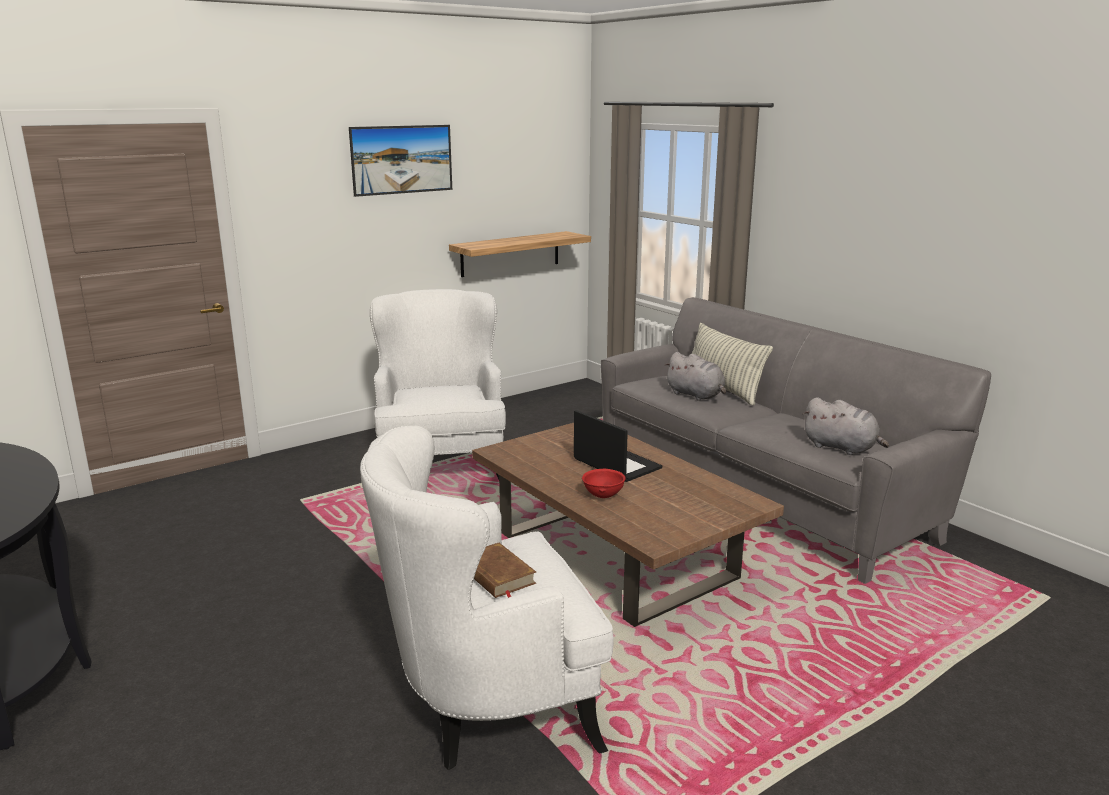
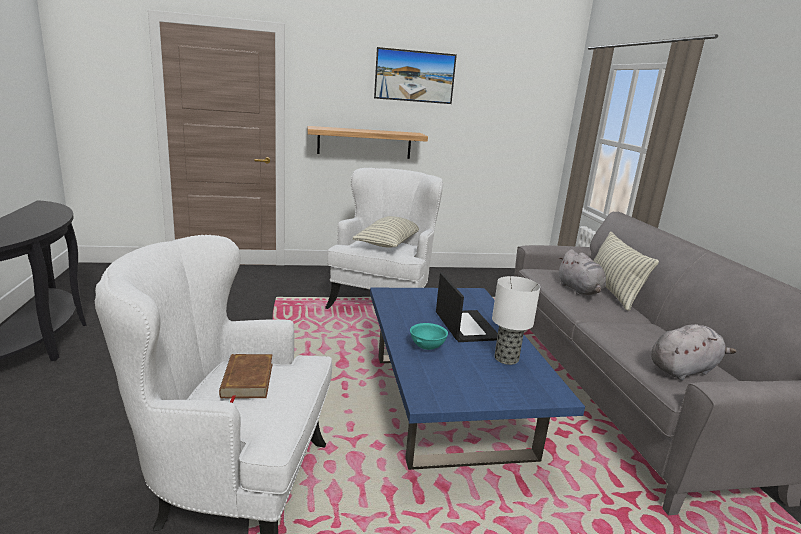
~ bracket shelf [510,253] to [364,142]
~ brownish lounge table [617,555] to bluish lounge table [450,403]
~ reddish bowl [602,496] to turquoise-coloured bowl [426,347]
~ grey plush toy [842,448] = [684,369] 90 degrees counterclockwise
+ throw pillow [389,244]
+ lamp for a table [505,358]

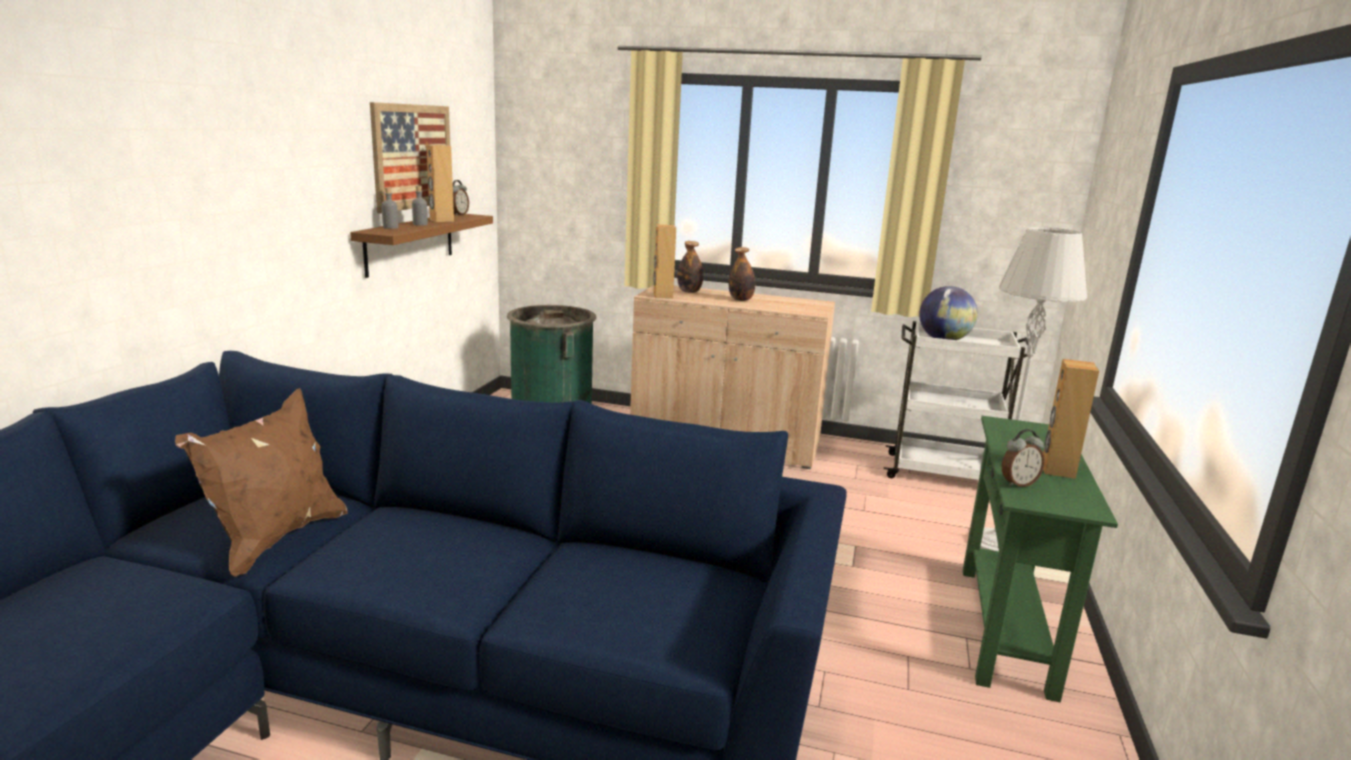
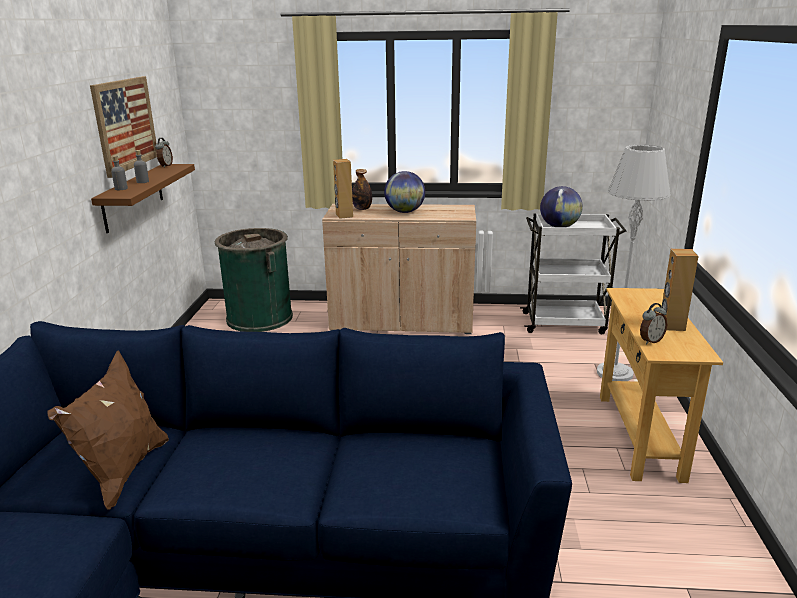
- brownish audio speaker [441,220]
~ bottle [741,300] to desk globe [405,212]
~ green-coloured console table [1005,628] to beige-coloured console table [639,435]

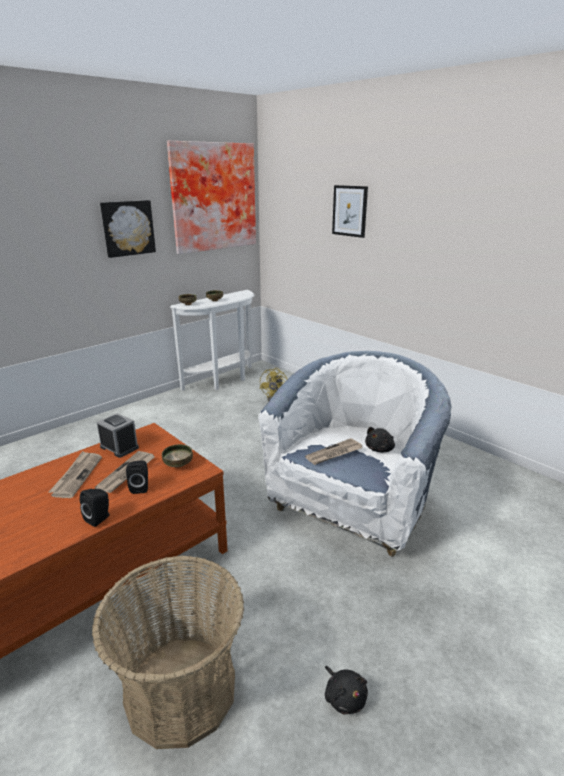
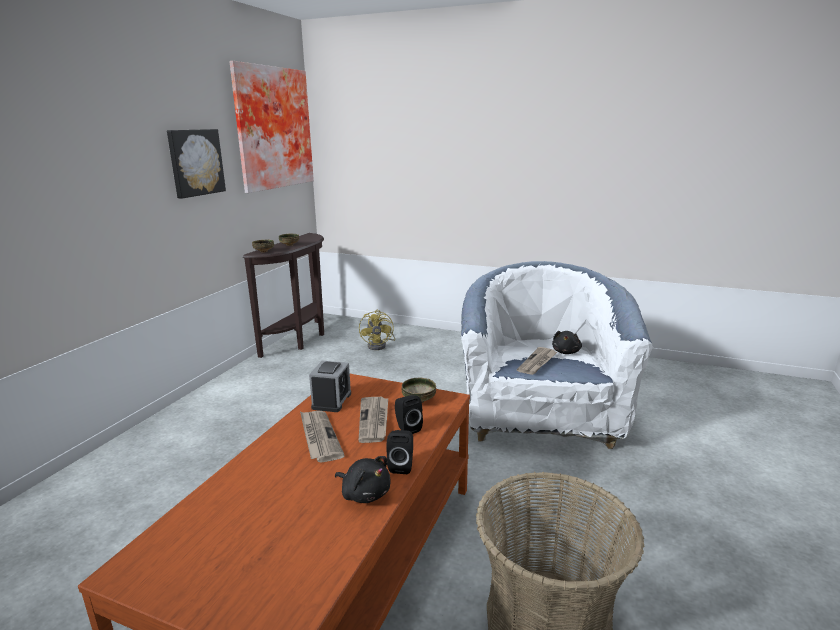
~ alarm clock [119,447] = [331,401] 90 degrees clockwise
~ white-coloured console table [224,380] to brownish console table [301,339]
~ black plush toy [344,697] to [364,493]
- wall art [350,211]

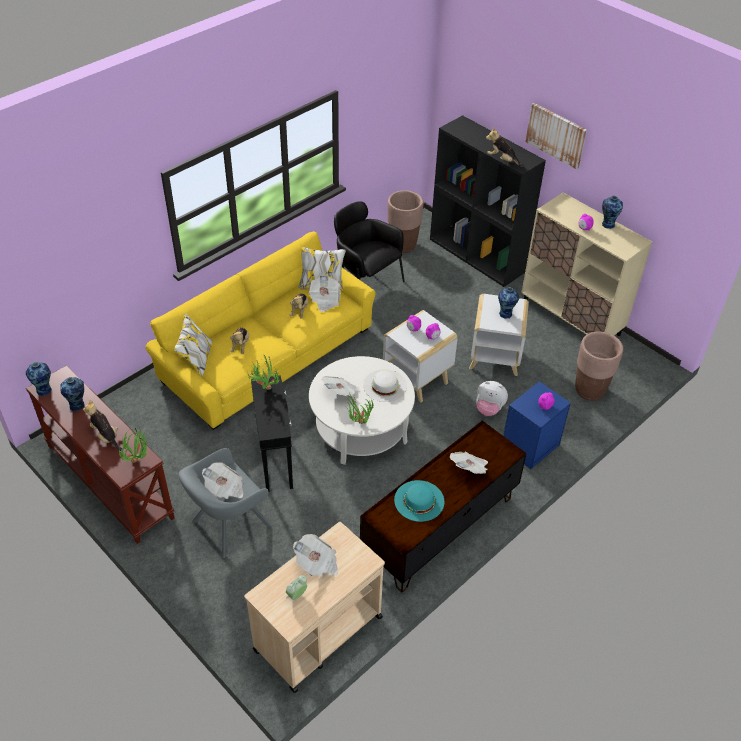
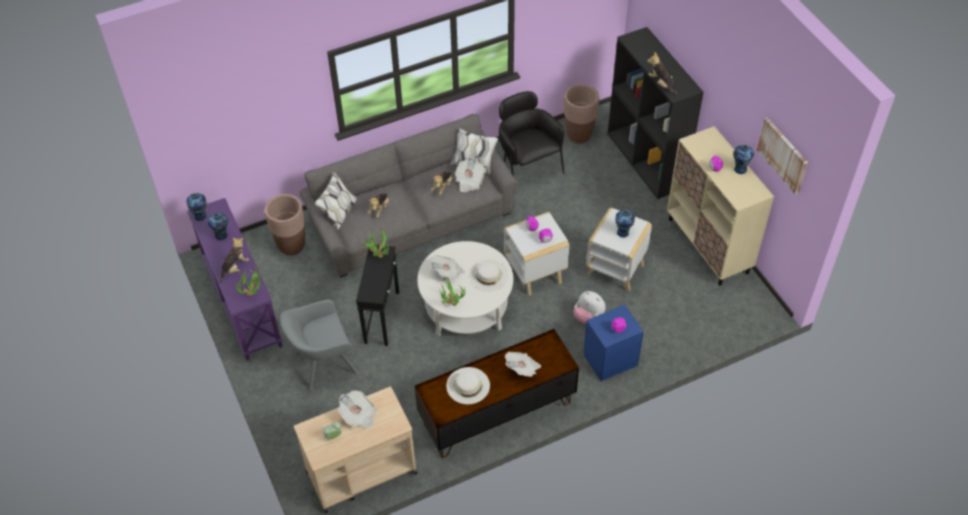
~ brownish console table [108,481] to purple console table [241,302]
~ plush toy [106,436] = [235,268] 60 degrees clockwise
~ yellow-coloured couch [267,354] to grey couch [412,218]
- daily paper [225,488]
~ turquoise-coloured clothing hat [419,500] to white-coloured clothing hat [468,385]
~ wall art [556,135] to [783,155]
~ brownish flower pot [589,390] to [291,245]

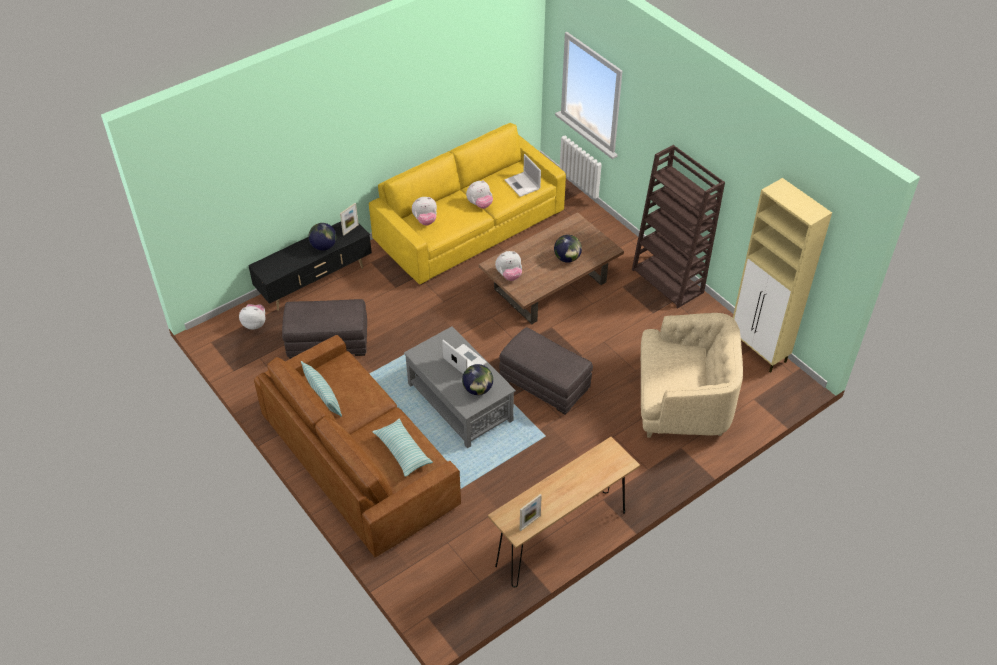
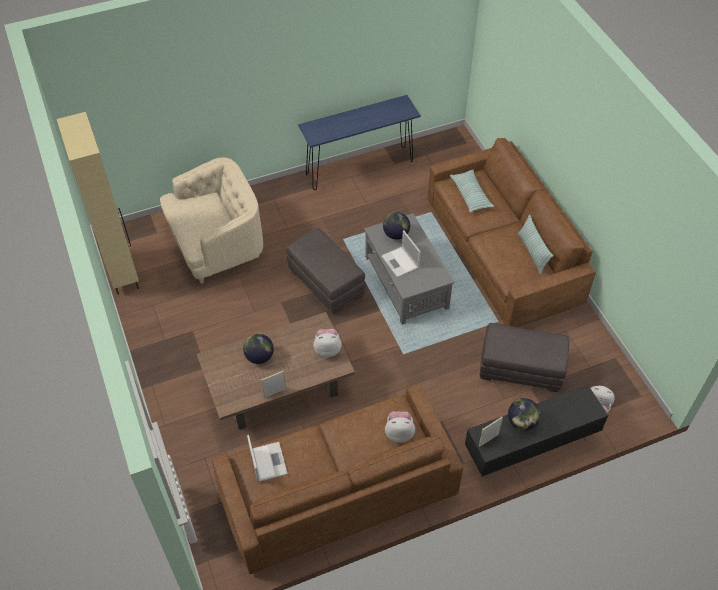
~ yellow-coloured couch [469,226] to brownish couch [337,490]
- plush toy [480,204]
~ brownish console table [561,538] to bluish console table [359,168]
~ photo frame [530,523] to [274,393]
- brownish bookcase [668,281]
~ beige-coloured lounge chair [682,401] = [216,243] 135 degrees clockwise

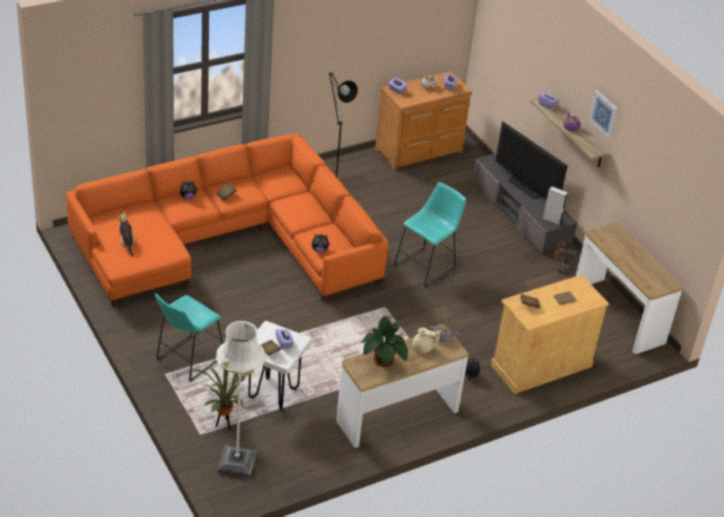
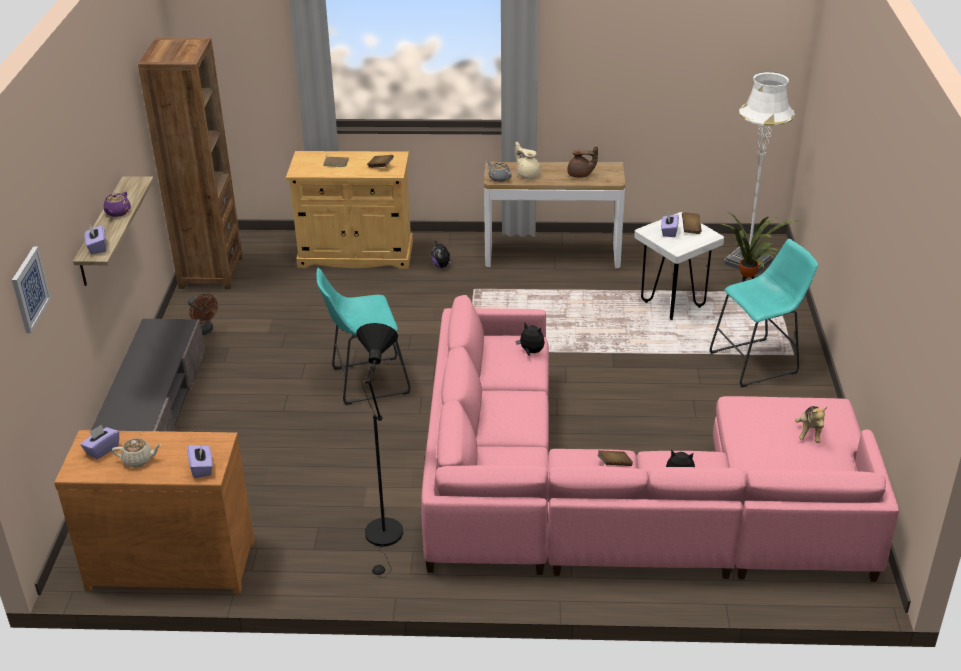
~ orange couch [227,242] to pink-coloured couch [620,496]
~ plant in a pot [383,361] to brownish teapot [580,175]
- TV [526,187]
- grey audio speaker [552,220]
~ console table [618,315] to brownish bookcase [210,272]
~ wall art [603,114] to [29,289]

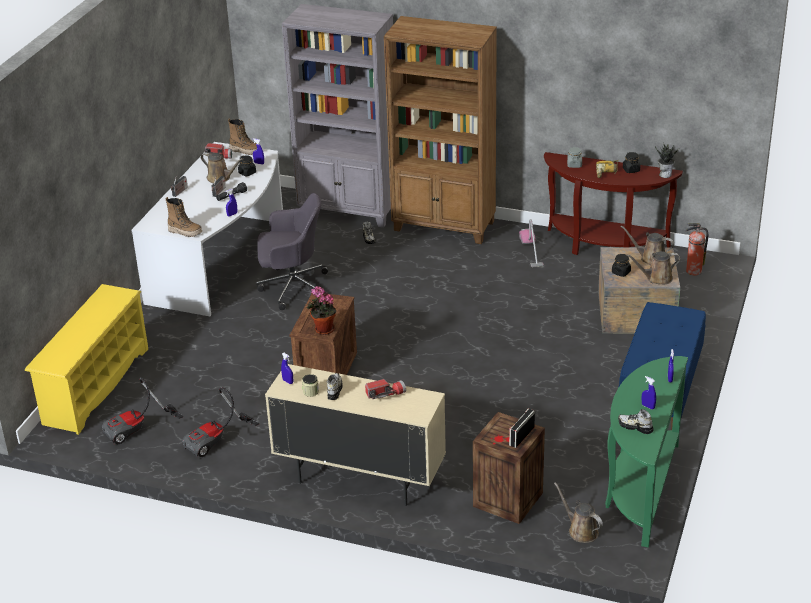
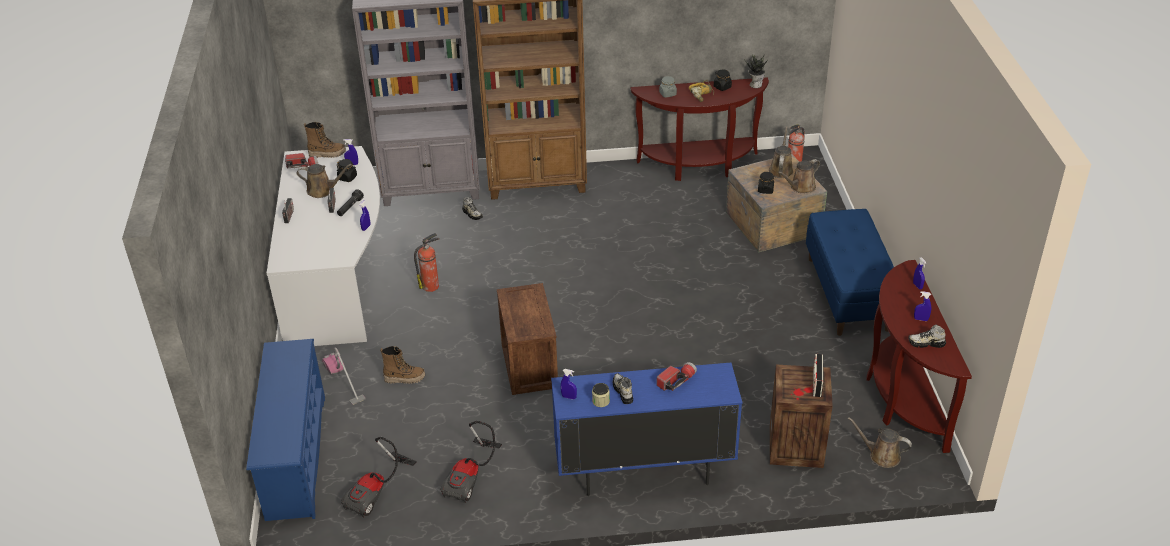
~ yellow-coloured shoe stand [95,385] to bluish shoe stand [294,456]
~ boot [185,232] to [404,378]
~ grey office chair [292,287] to fire-fighting cylinder [431,286]
~ beige-coloured storage cabinet [359,479] to bluish storage cabinet [644,472]
- plant in a pot [322,330]
~ vacuum [531,251] to [344,381]
~ green-coloured console table [640,490] to brownish console table [902,397]
~ brownish watering pot [650,258] = [781,169] 105 degrees clockwise

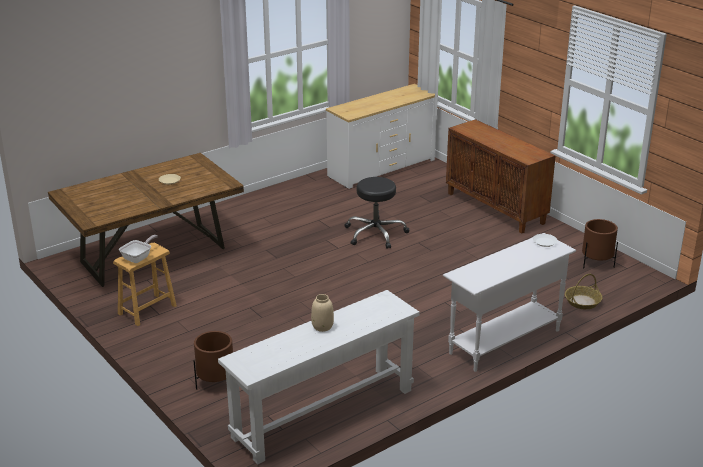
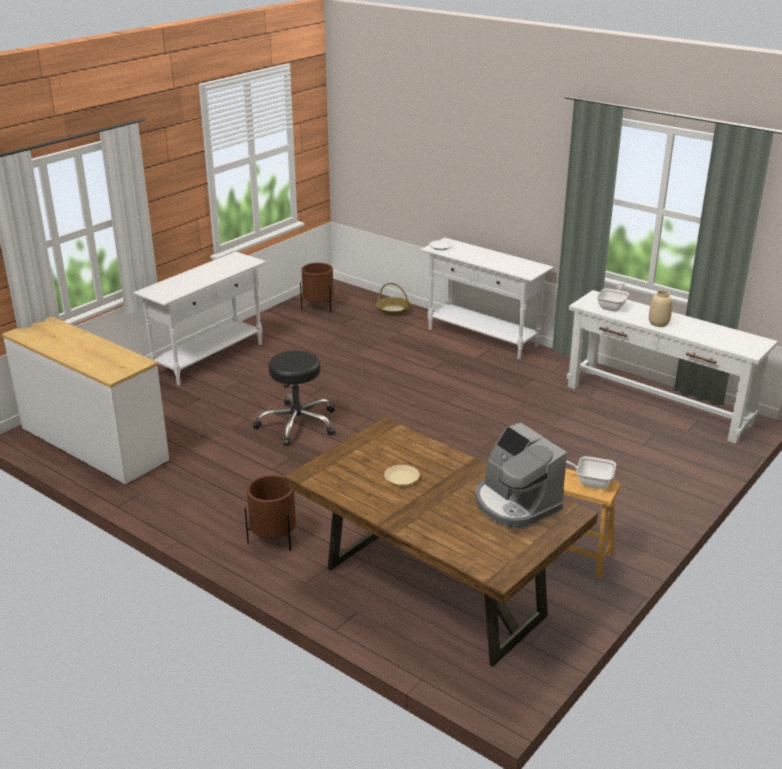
~ brownish flower pot [216,383] to [273,539]
~ brownish storage cabinet [496,208] to white-coloured console table [209,358]
+ coffee brewer [515,503]
+ pan [613,306]

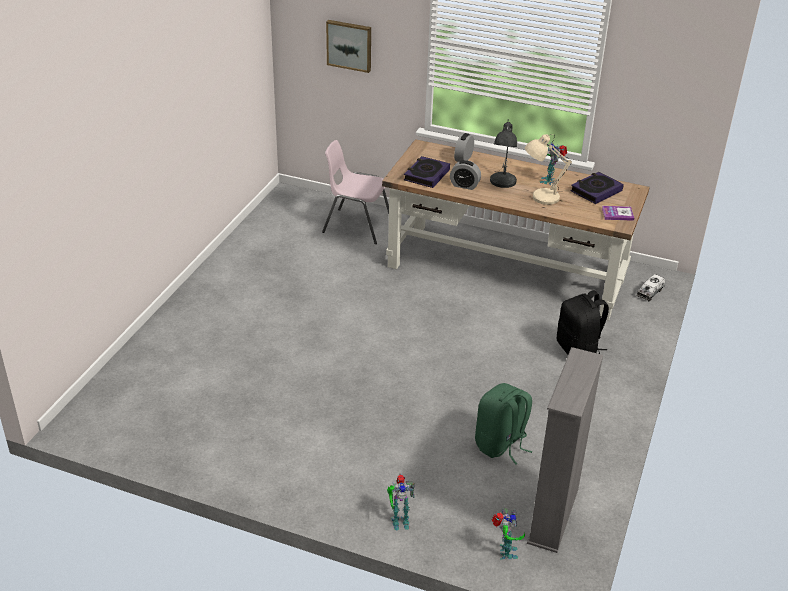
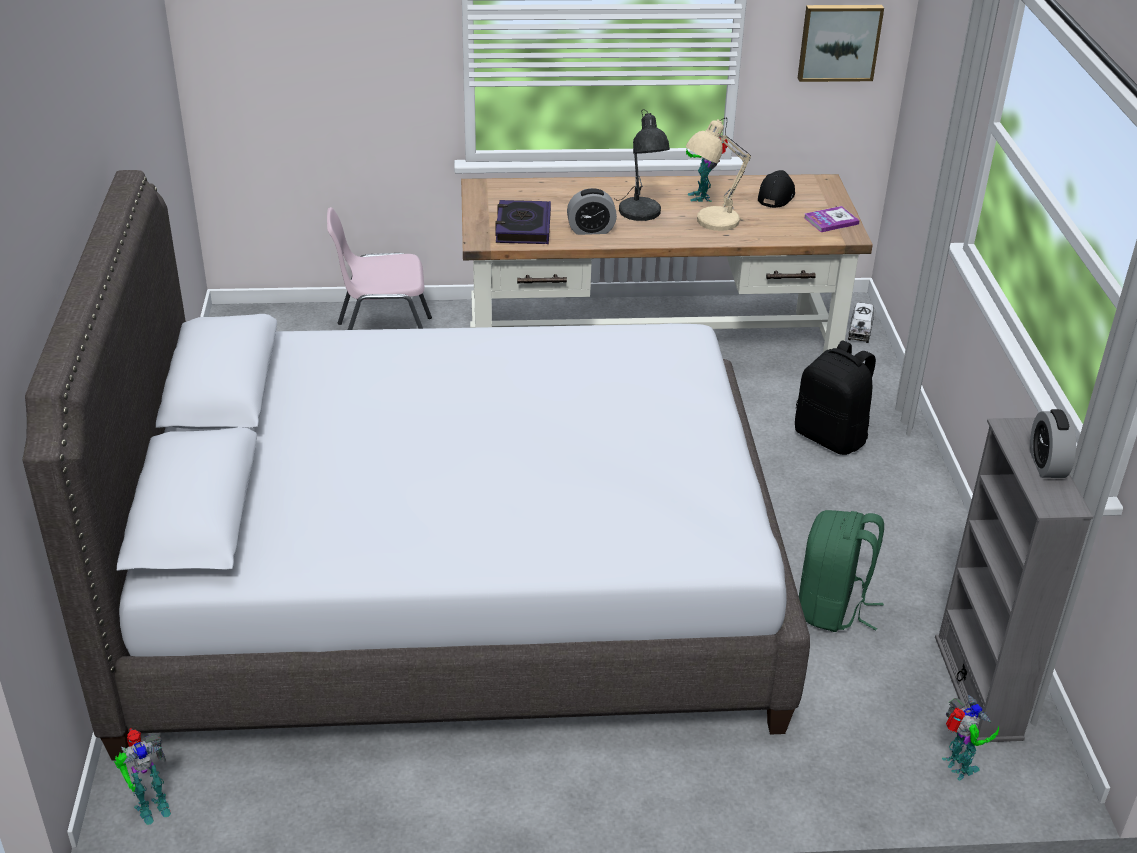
~ wall art [349,45] to [839,41]
~ toy robot [399,521] to [150,807]
~ alarm clock [463,158] to [1046,465]
~ book [596,191] to black cap [776,196]
+ grey bed [451,587]

